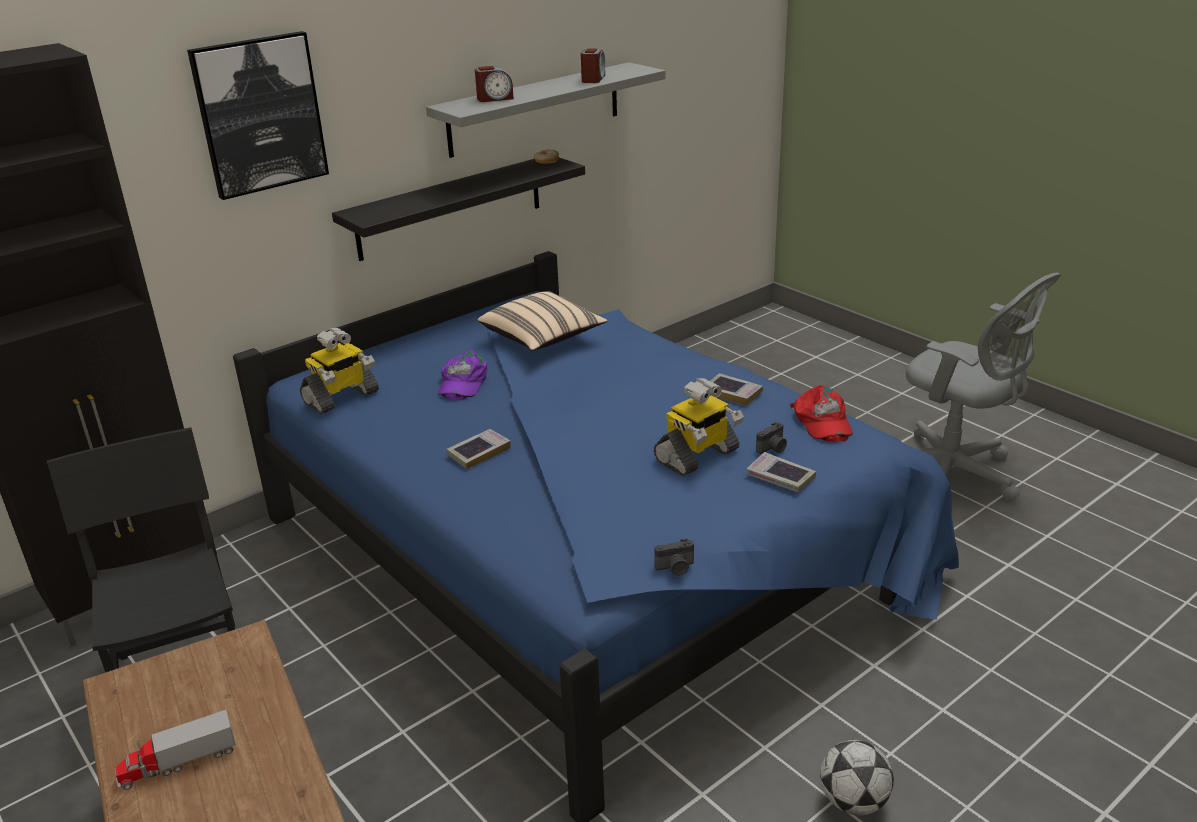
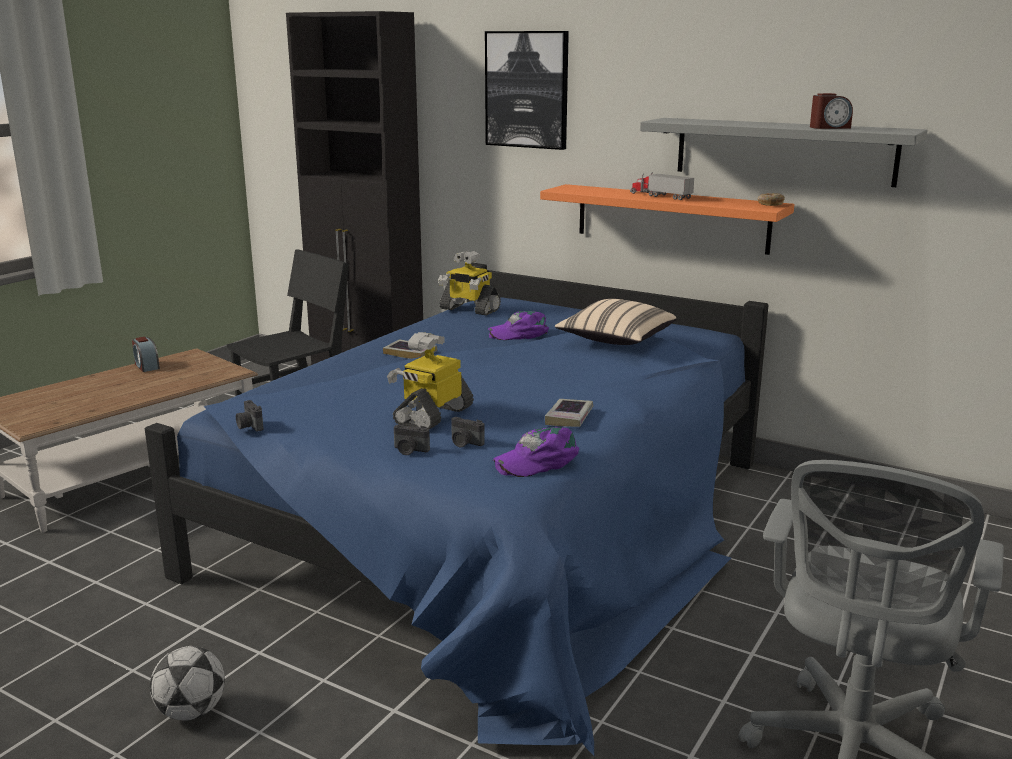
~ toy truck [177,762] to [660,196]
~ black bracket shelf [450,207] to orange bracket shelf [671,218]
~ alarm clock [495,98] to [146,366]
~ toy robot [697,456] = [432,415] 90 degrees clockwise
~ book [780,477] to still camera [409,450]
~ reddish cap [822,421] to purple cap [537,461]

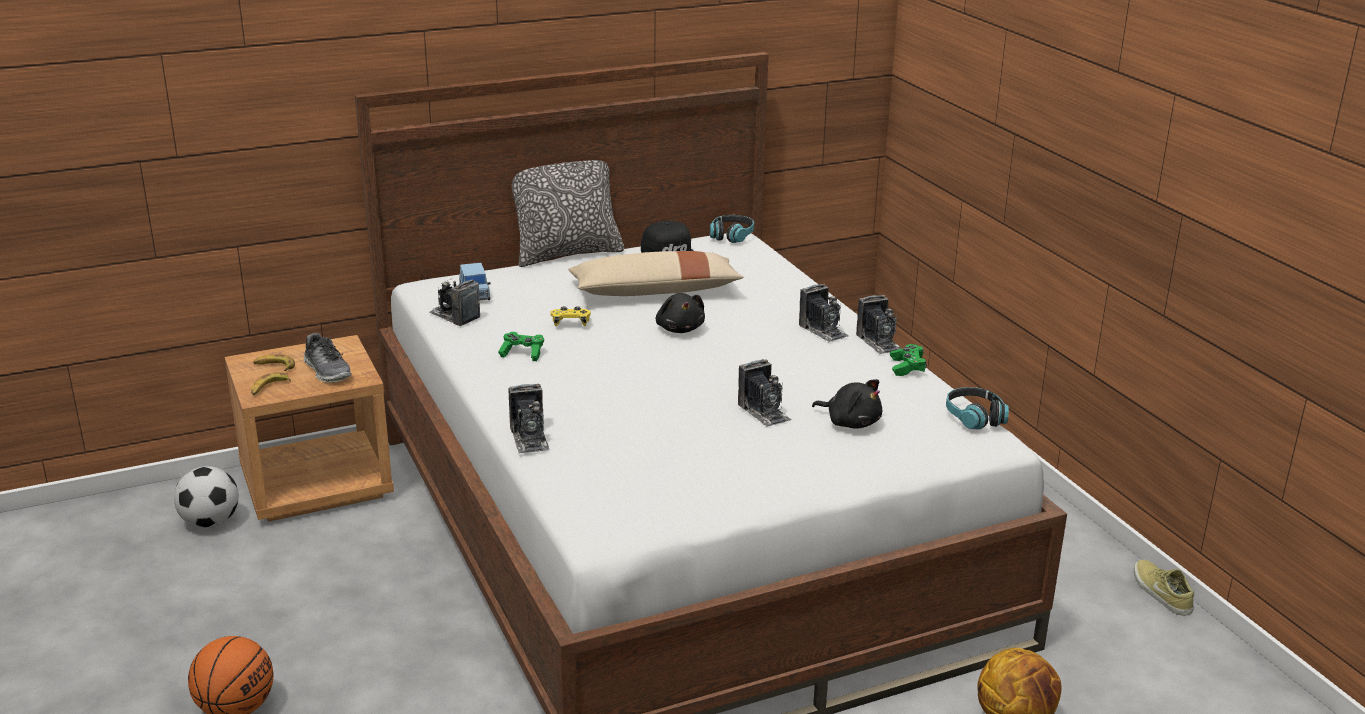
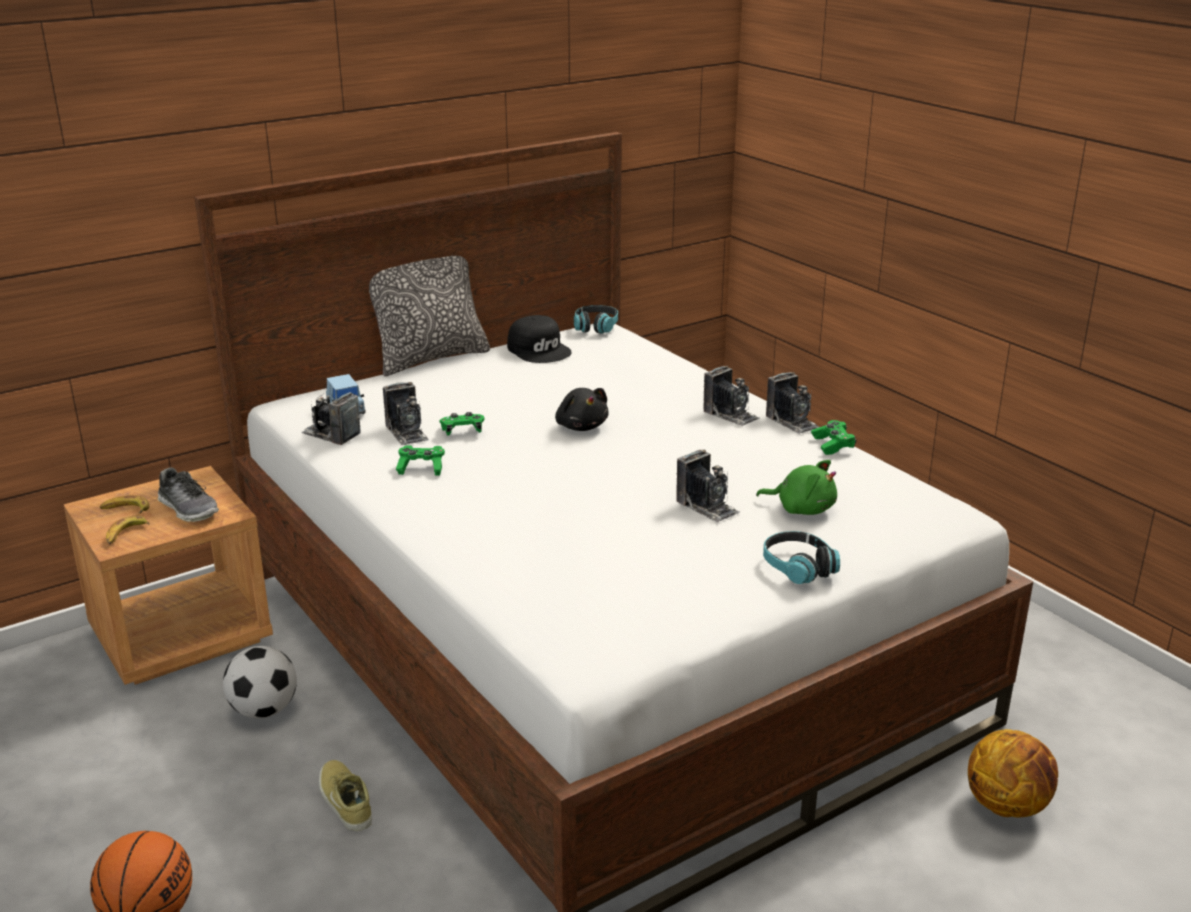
~ football [210,522] to [264,710]
~ still camera [529,438] to [407,432]
~ yellow-coloured game controller [571,323] to green-coloured game controller [462,431]
- beige-coloured throw pillow [655,291]
~ black plush toy [851,422] to green-coloured plush toy [802,508]
~ pair of headphones [974,417] to [798,567]
~ beige-coloured low shoe [1160,592] to [344,801]

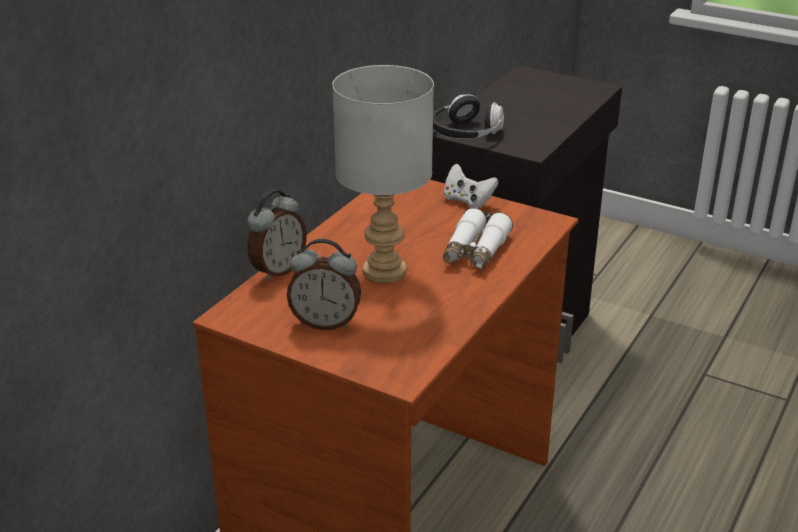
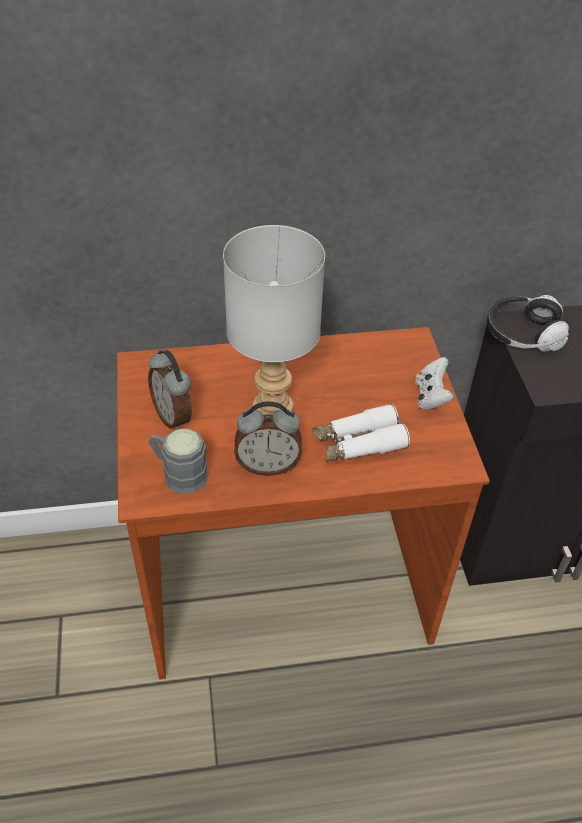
~ alarm clock [277,270] to [268,465]
+ grey tea mug [179,473]

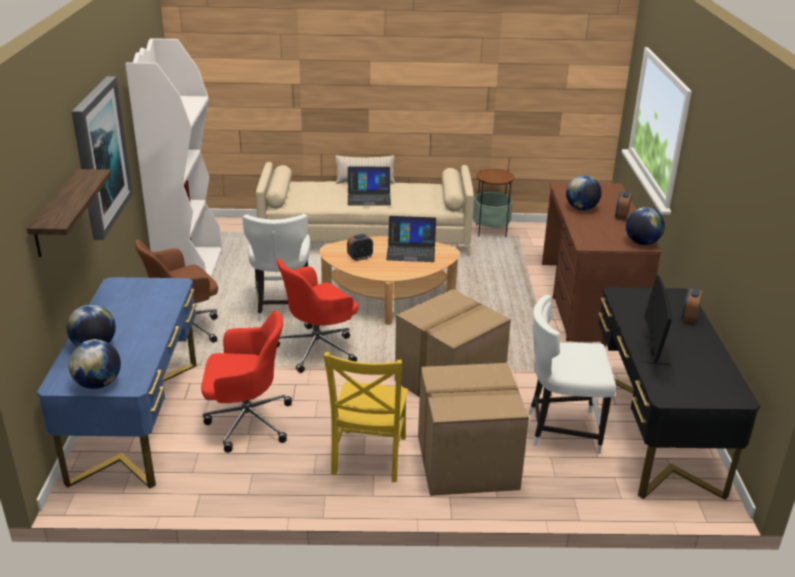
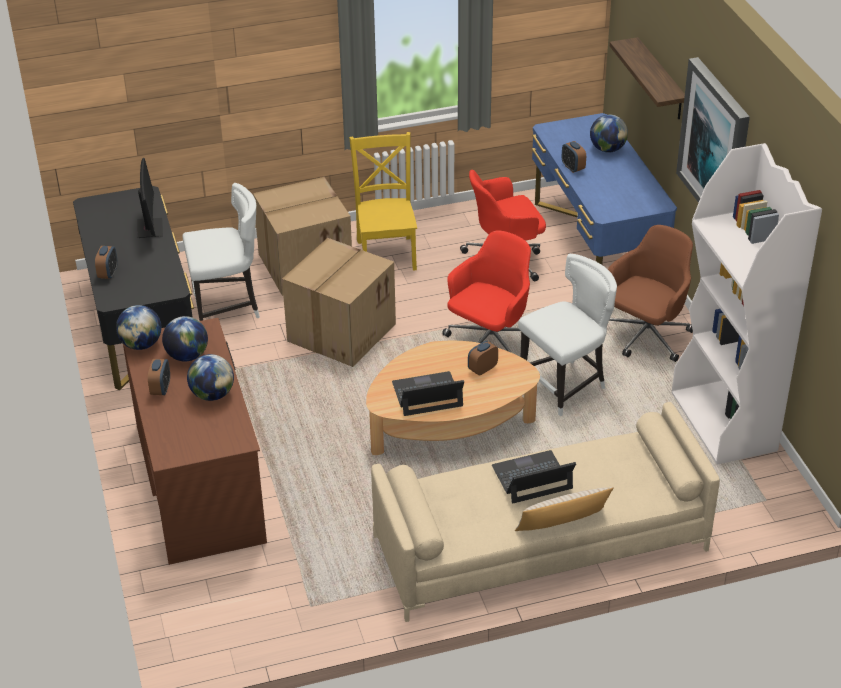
~ desk globe [98,384] to [187,356]
~ white-coloured chair [281,308] = [565,386] 75 degrees clockwise
- side table [491,231]
+ alarm clock [573,168]

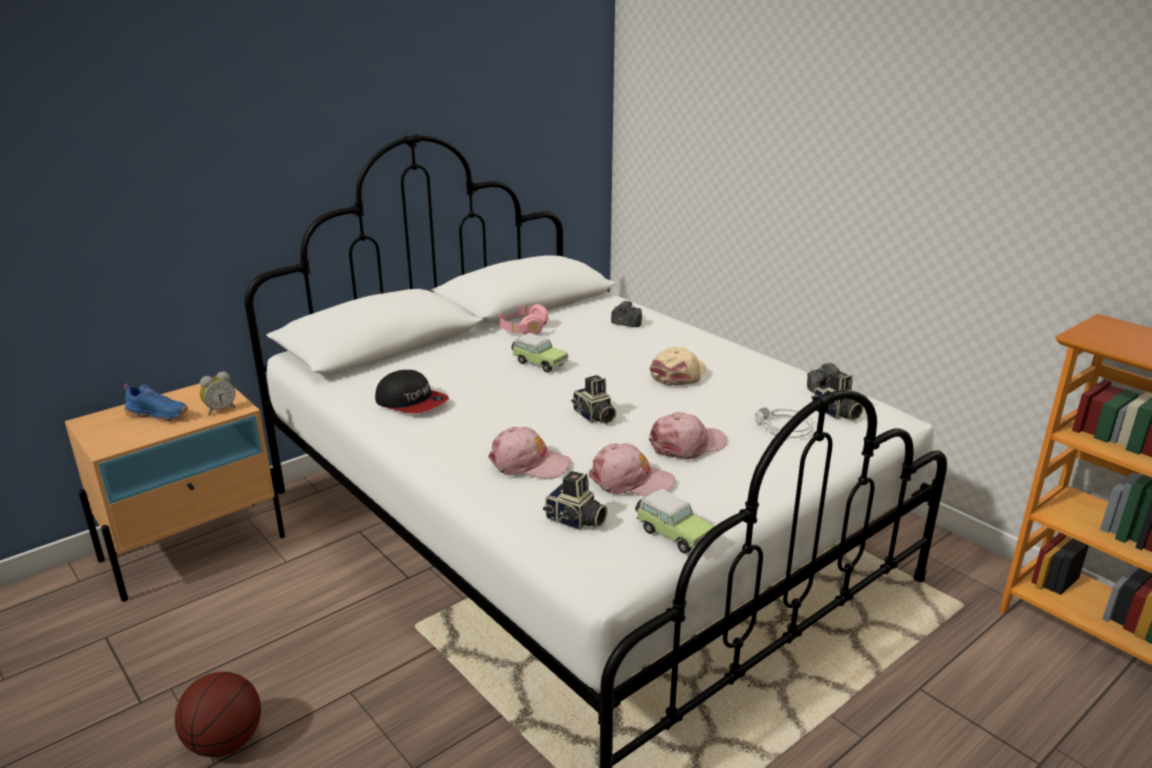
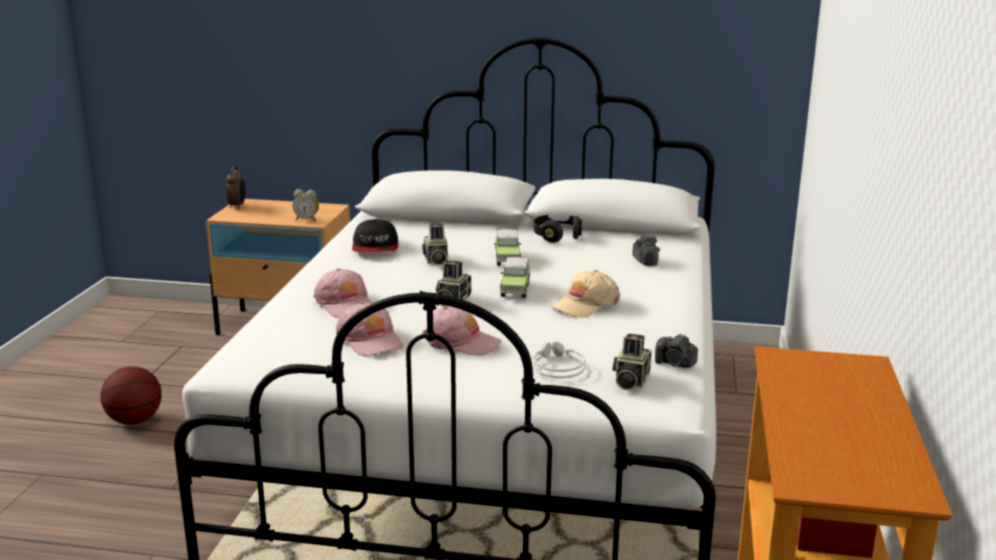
- bluish low shoe [159,414]
~ pink-coloured pair of headphones [523,329] to black pair of headphones [557,236]
~ still camera [575,521] to [435,260]
~ model car [672,534] to [515,289]
~ beige-coloured cap [679,374] = [585,304] 150 degrees clockwise
+ alarm clock [237,206]

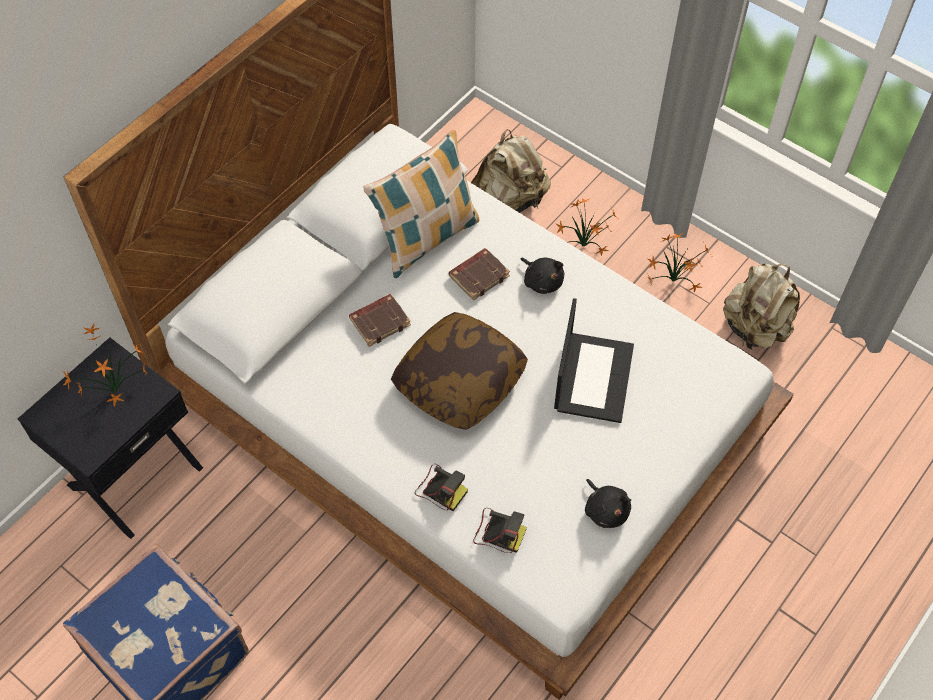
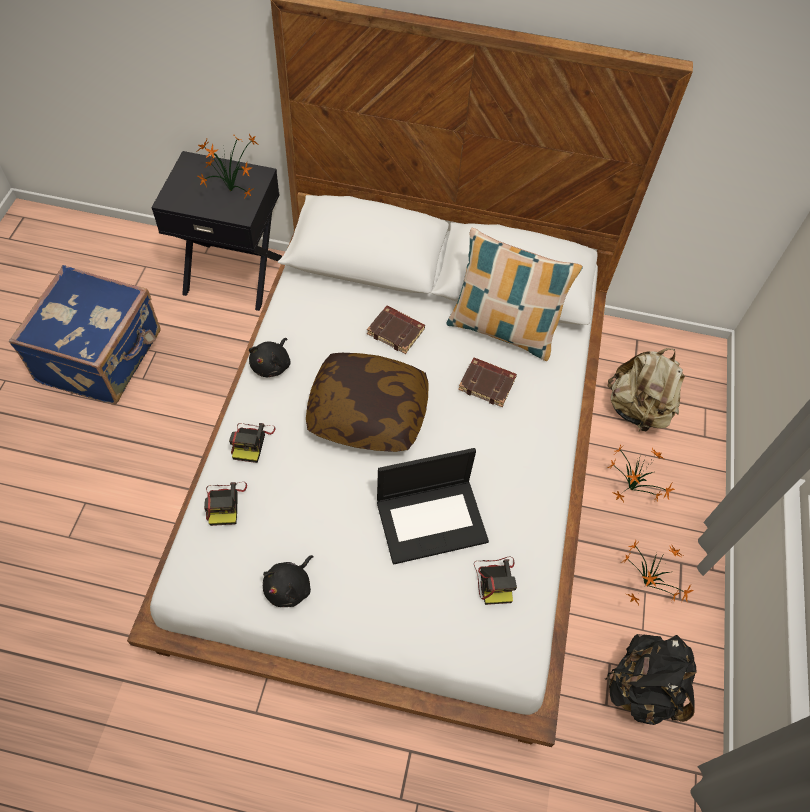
~ black plush toy [542,281] to [272,365]
~ beige-coloured backpack [755,328] to black backpack [642,688]
+ still camera [495,579]

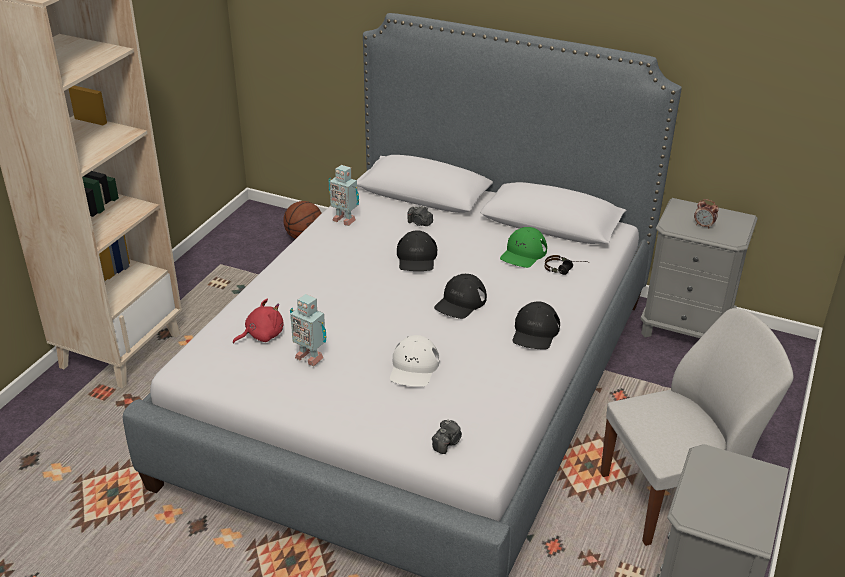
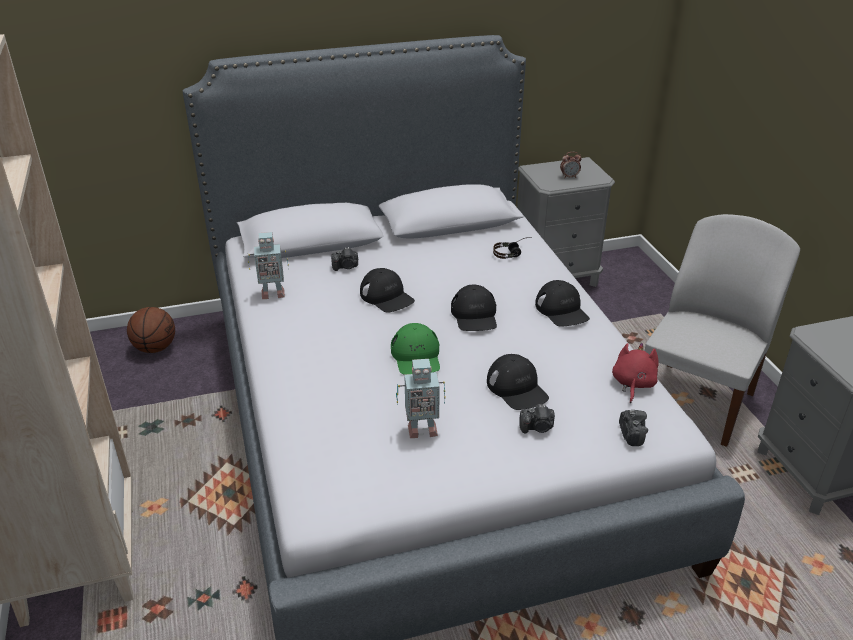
~ reddish plush toy [262,335] to [632,384]
~ white-coloured cap [414,367] to black cap [517,388]
~ green-coloured cap [523,253] to [416,356]
+ still camera [537,427]

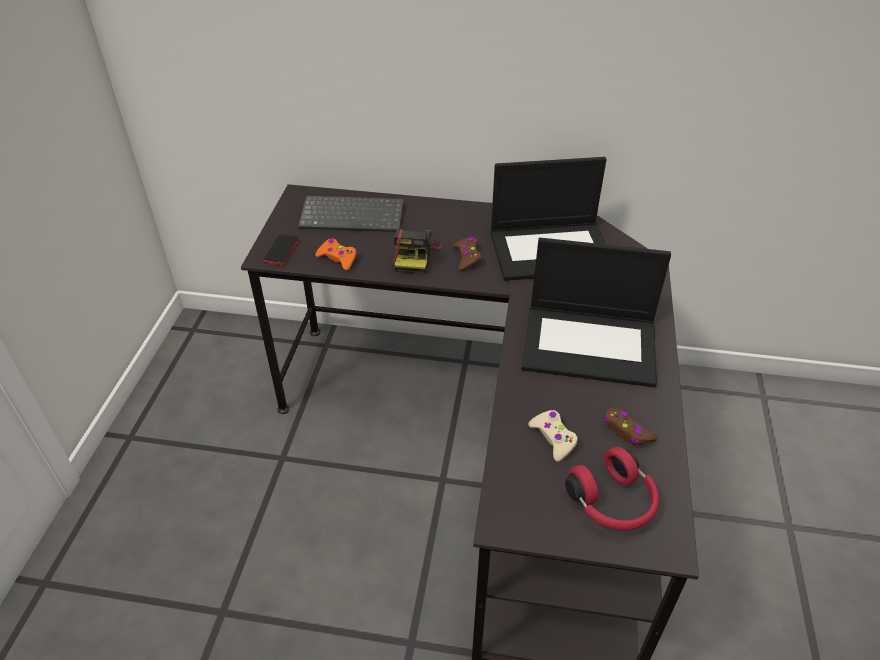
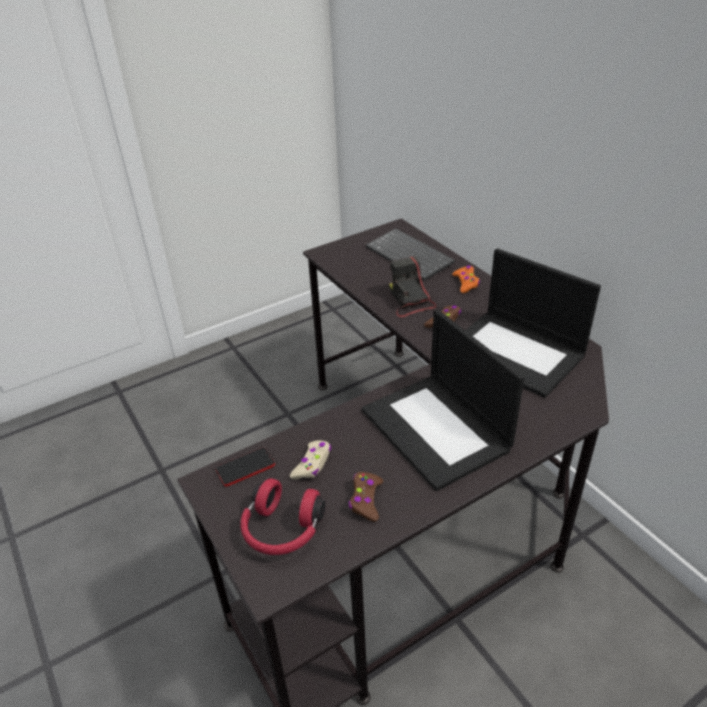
~ phone [281,250] to [245,467]
~ orange game controller [338,258] to [466,283]
~ still camera [415,256] = [410,301] 105 degrees clockwise

